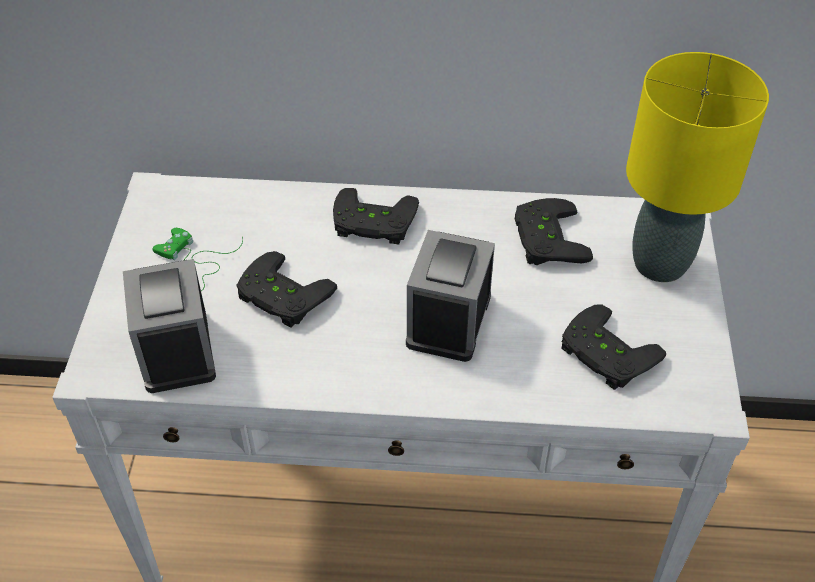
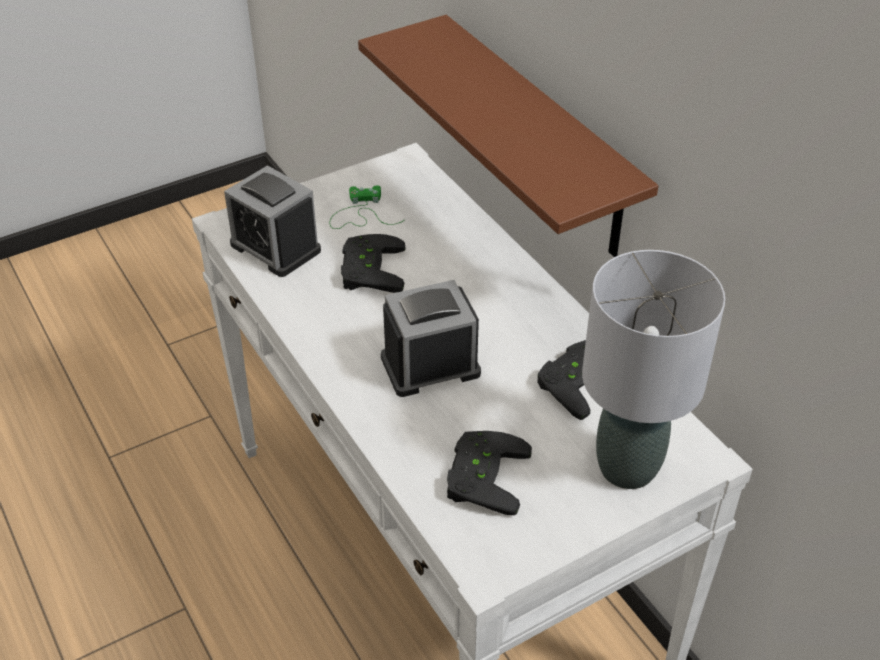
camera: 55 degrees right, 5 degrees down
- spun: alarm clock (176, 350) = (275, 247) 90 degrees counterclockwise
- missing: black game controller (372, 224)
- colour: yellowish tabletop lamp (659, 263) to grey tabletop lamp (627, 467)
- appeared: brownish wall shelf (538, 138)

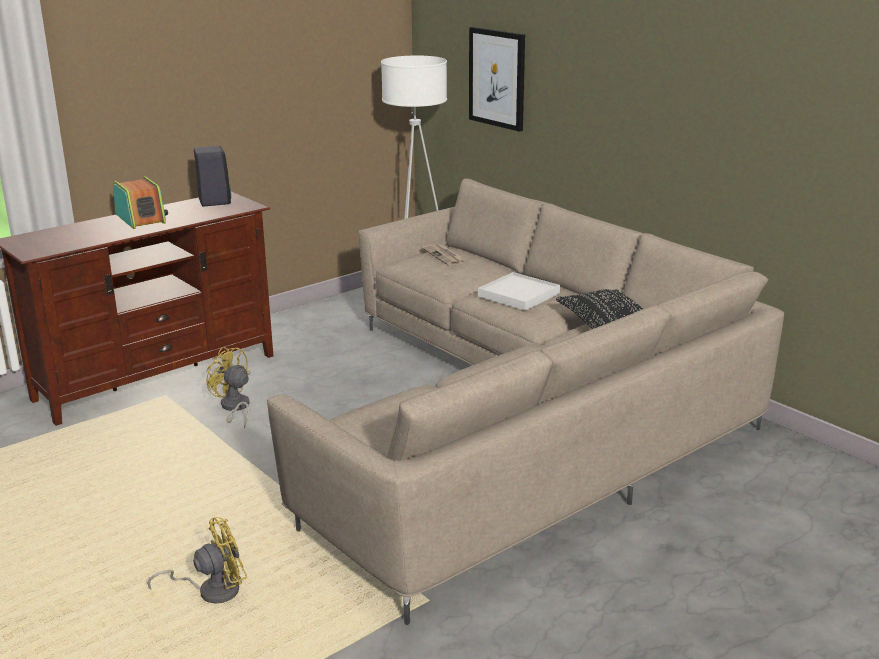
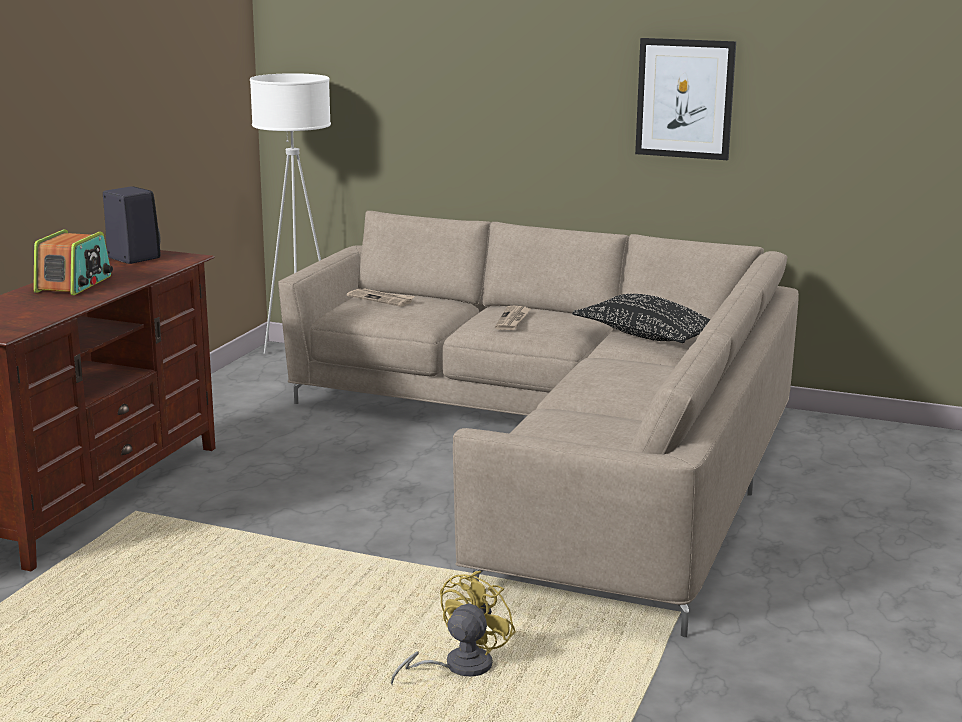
camera: 30 degrees left, 5 degrees down
- spun: radio set (141, 219) = (74, 284) 75 degrees clockwise
- missing: yellowish electric fan (234, 408)
- relocated: wall art (497, 78) to (685, 98)
- exchanged: whitish serving tray (518, 295) to daily paper (513, 320)

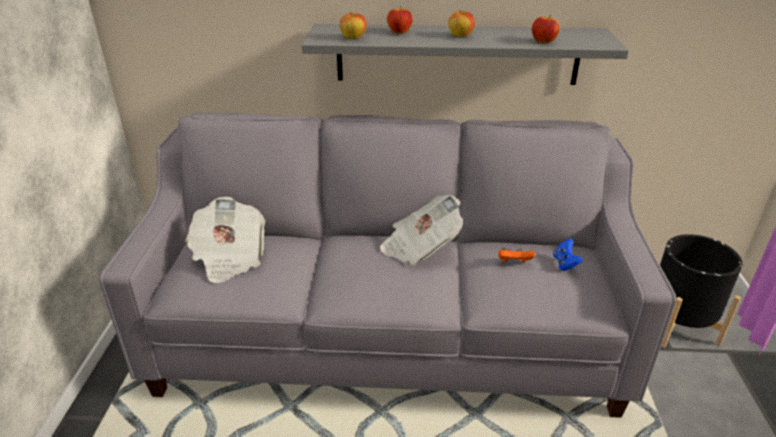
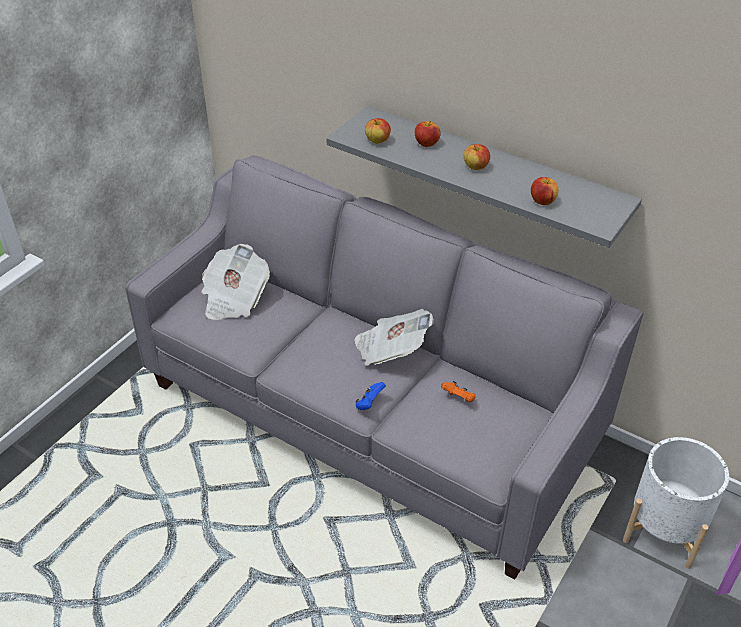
camera: 30 degrees right, 10 degrees up
- relocated: blue-coloured game controller (565, 263) to (369, 403)
- colour: black planter (677, 325) to whitish planter (664, 529)

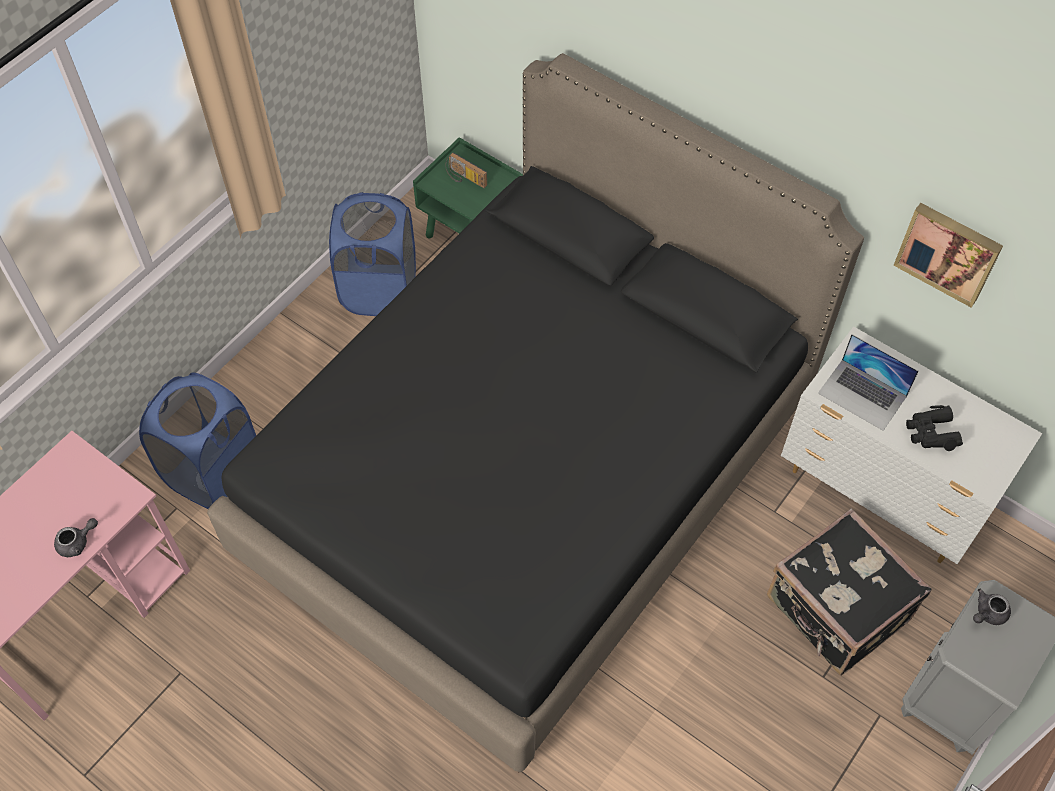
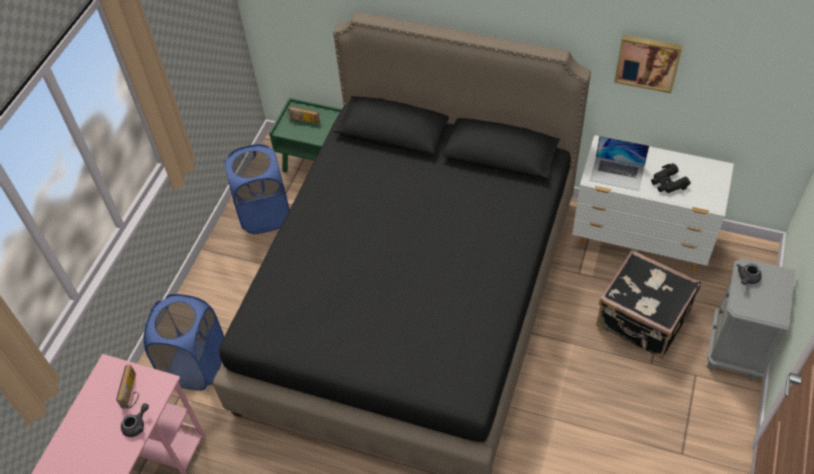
camera: 15 degrees left, 5 degrees down
- appeared: radio set (132, 392)

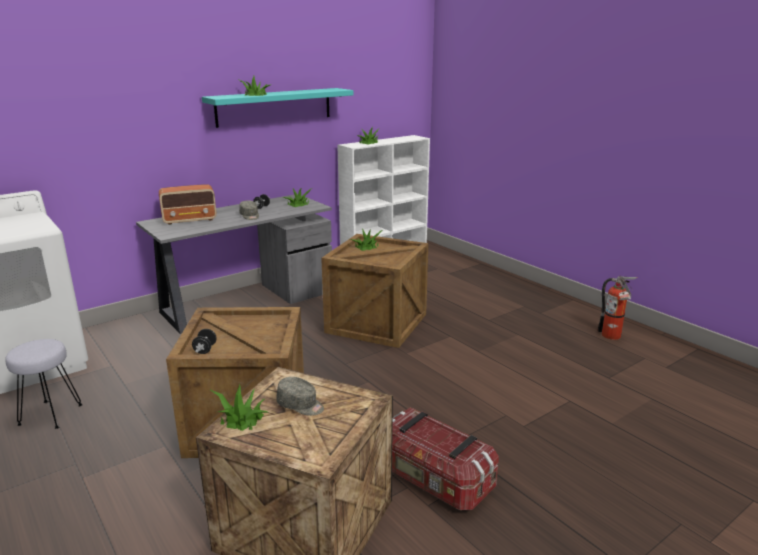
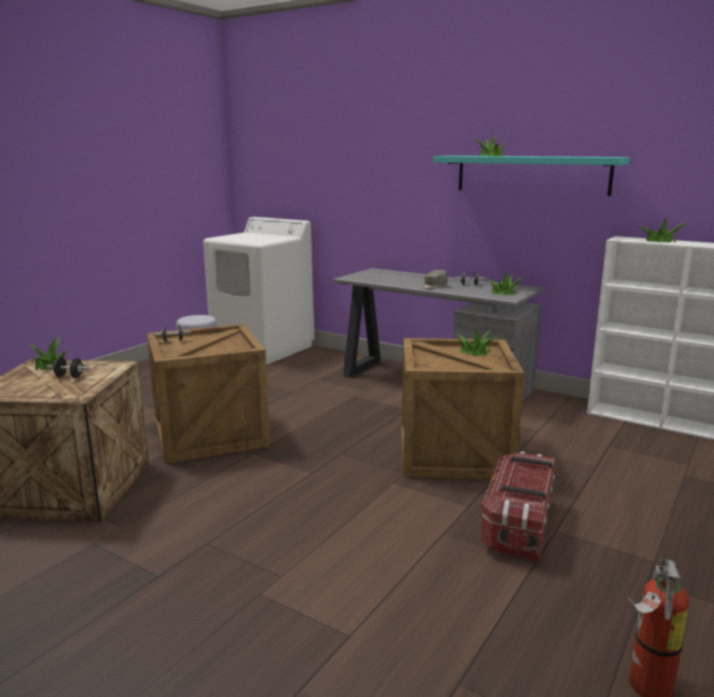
camera: 70 degrees right, 5 degrees down
- missing: radio set (190, 220)
- exchanged: grey cap (300, 405) to black dumbbell (69, 377)
- relocated: storage bin (433, 479) to (518, 527)

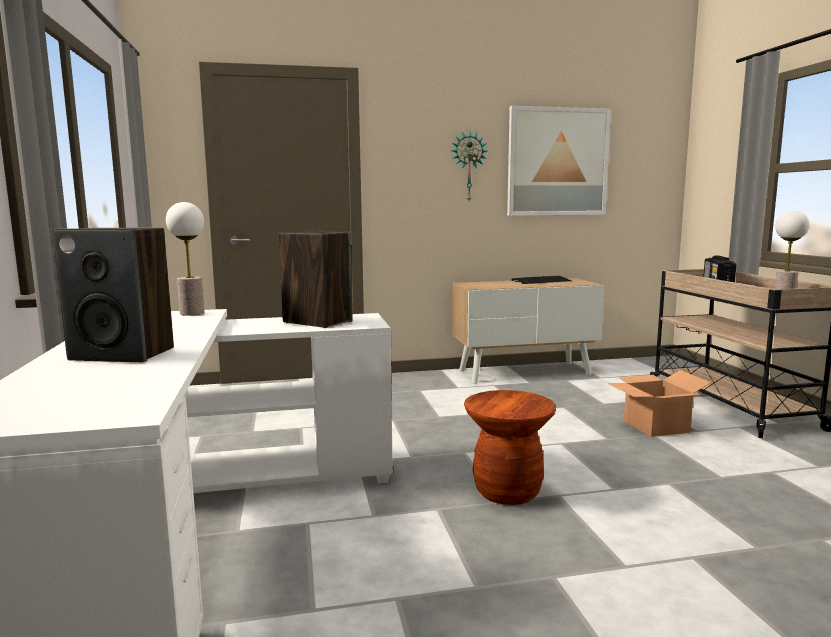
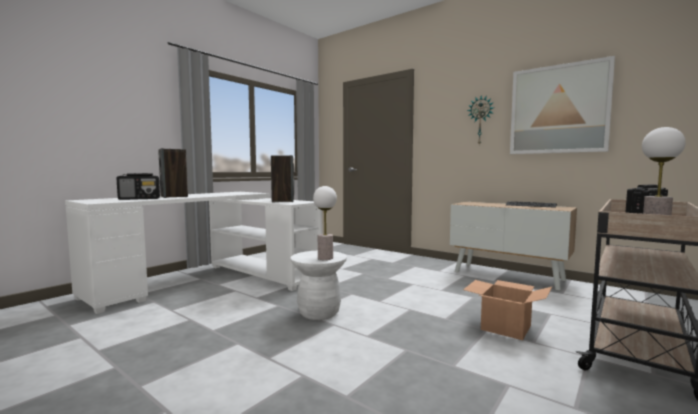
camera: 50 degrees right, 5 degrees down
- relocated: tabletop lamp (192, 313) to (325, 258)
- colour: brownish stool seat (507, 491) to whitish stool seat (319, 313)
- appeared: radio set (140, 199)

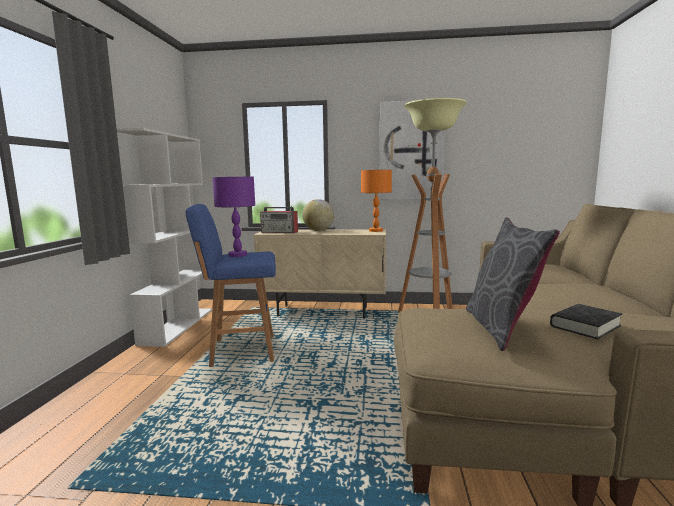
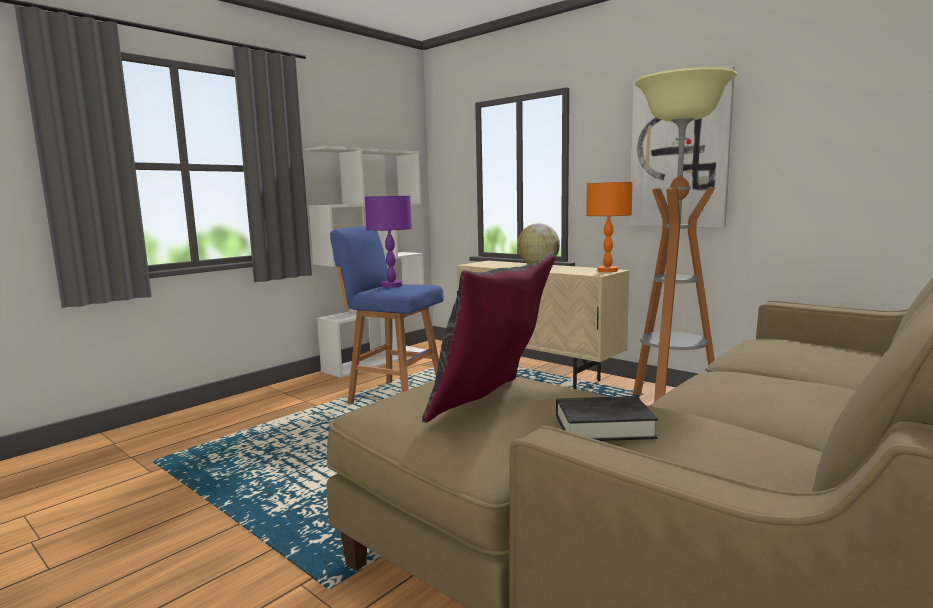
camera: 35 degrees right, 0 degrees up
- missing: radio set (280, 232)

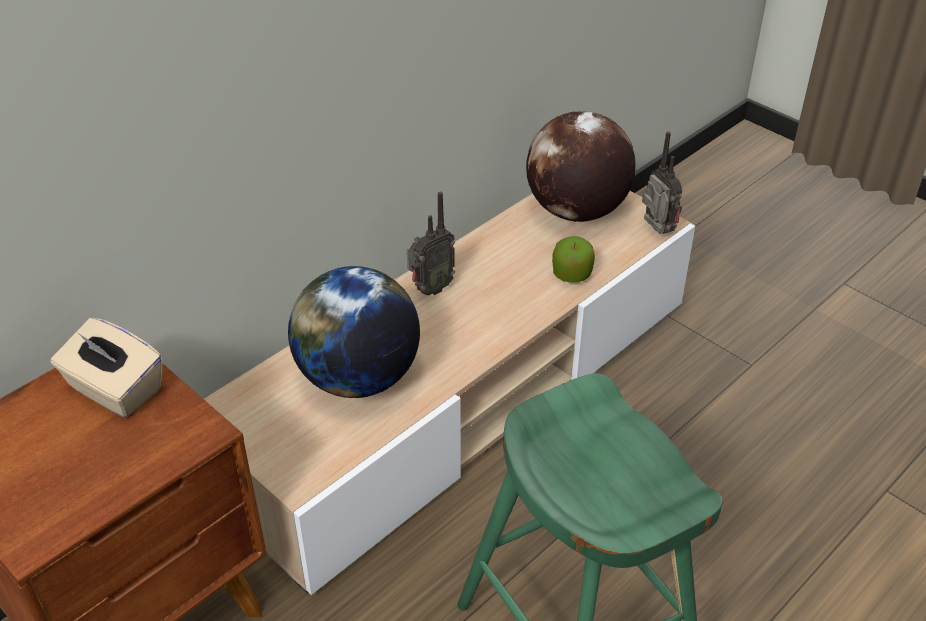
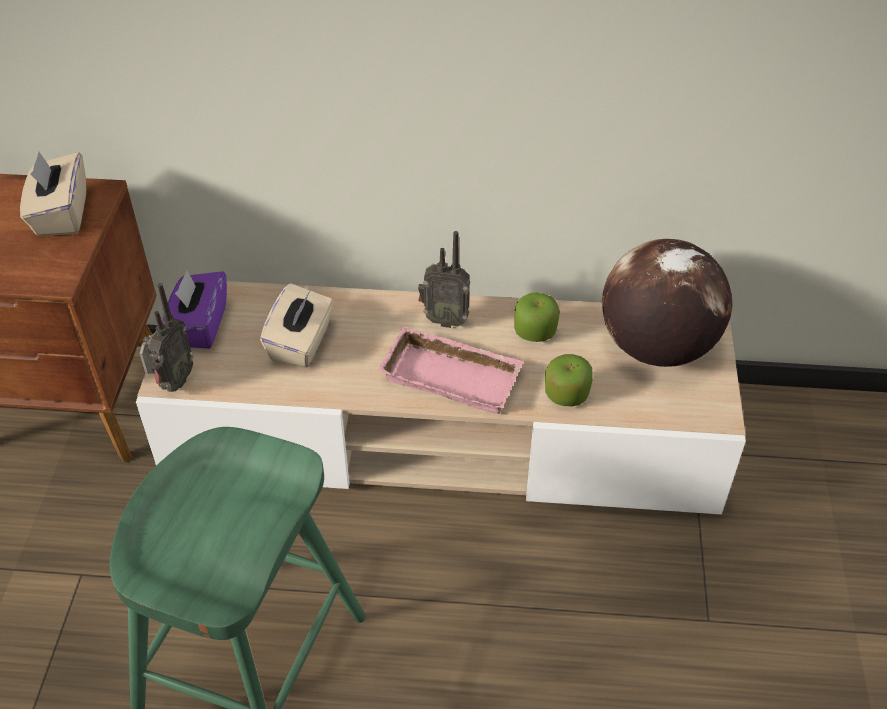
camera: 50 degrees right, 5 degrees up
- exchanged: world globe (358, 378) to beige-coloured tissue holder (301, 343)
- relocated: radio set (656, 232) to (172, 383)
- appeared: purple-coloured tissue holder (199, 326)
- appeared: pink serving tray (454, 375)
- appeared: apple fruit (535, 331)

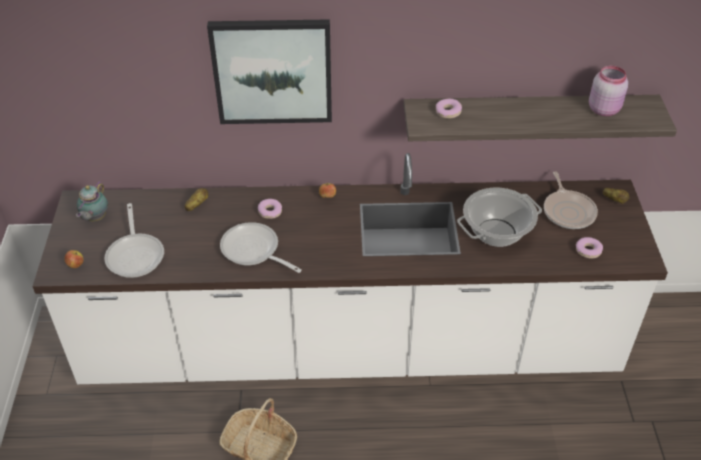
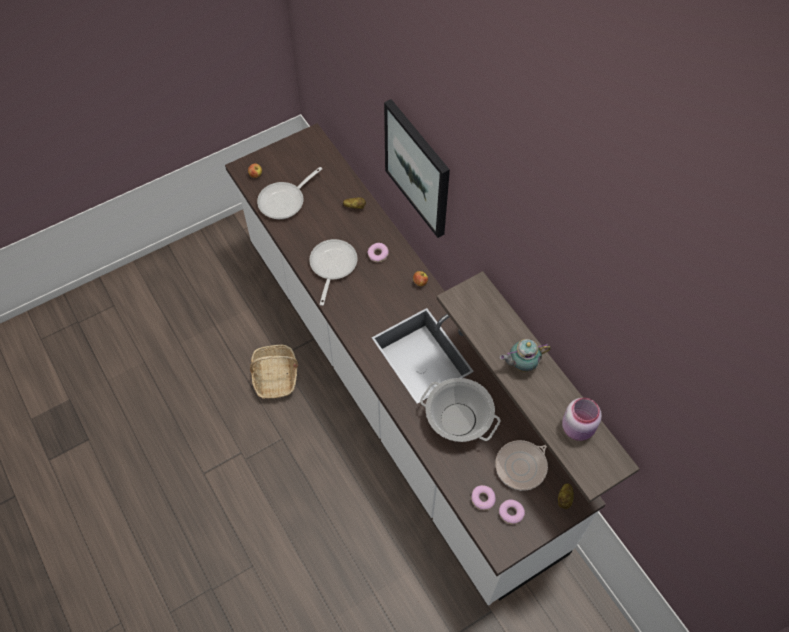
camera: 60 degrees right, 15 degrees up
- relocated: tea pot (95, 218) to (521, 364)
- relocated: ring doughnut (448, 112) to (511, 513)

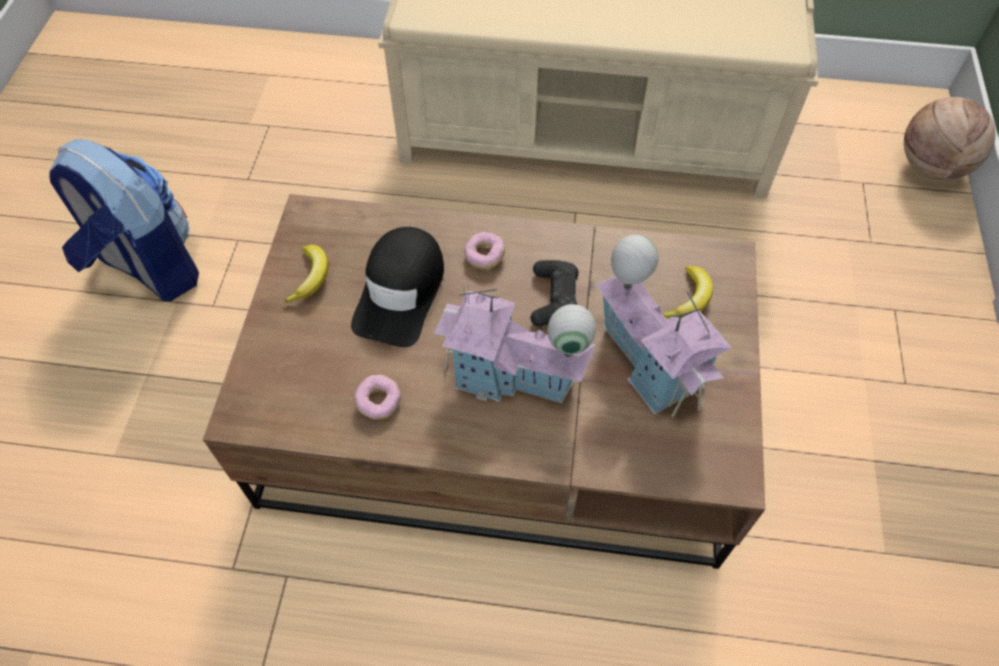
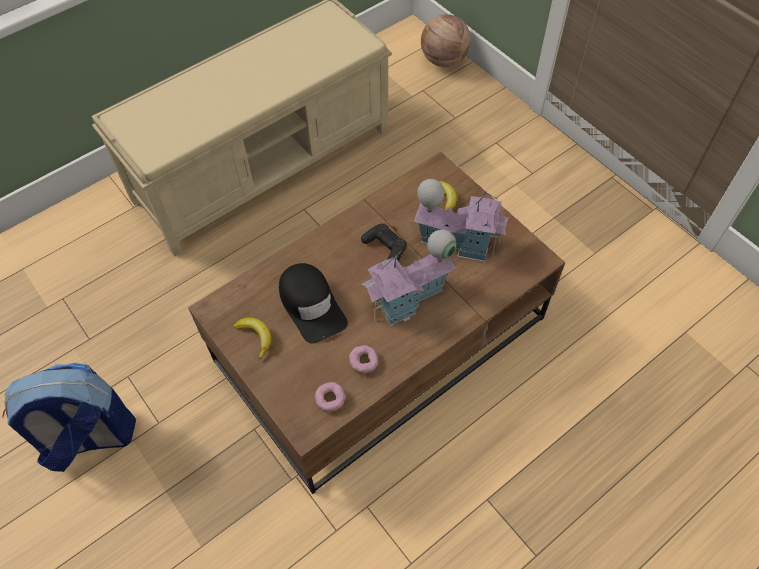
camera: 45 degrees left, 0 degrees up
- relocated: ring doughnut (484, 256) to (330, 400)

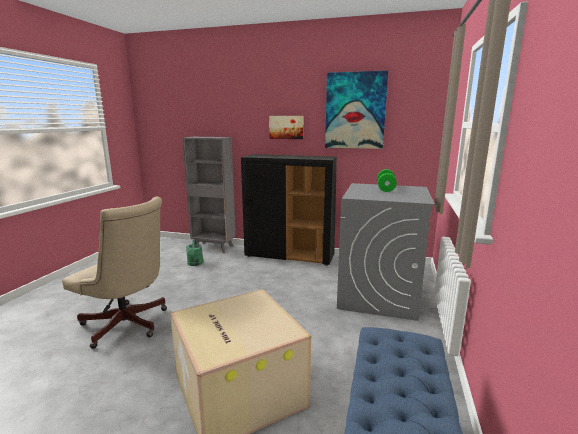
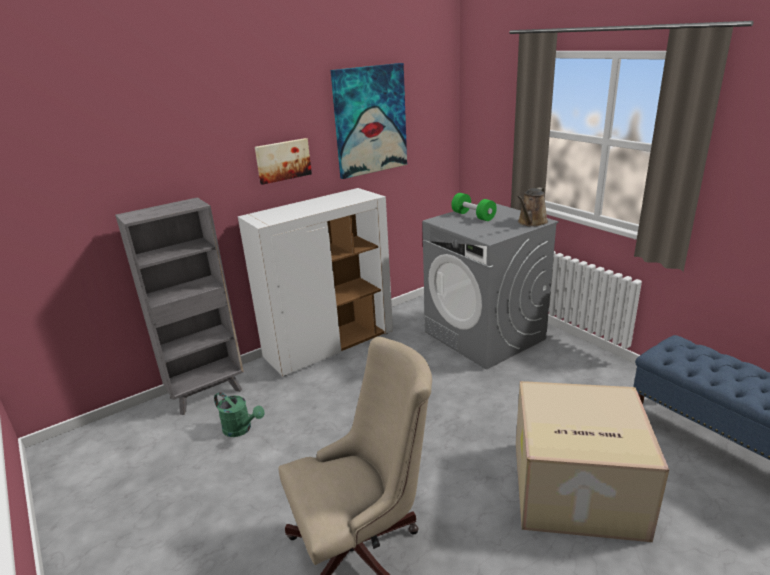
camera: 50 degrees left, 10 degrees up
- colour: black cabinet (290, 256) to whitish cabinet (330, 345)
- appeared: brownish sprinkling can (531, 222)

